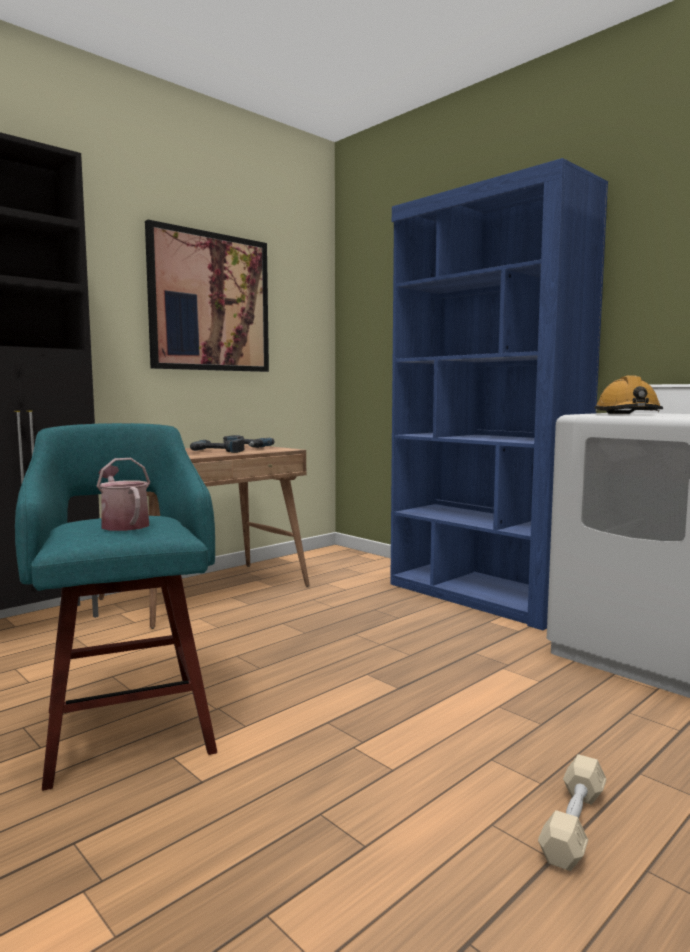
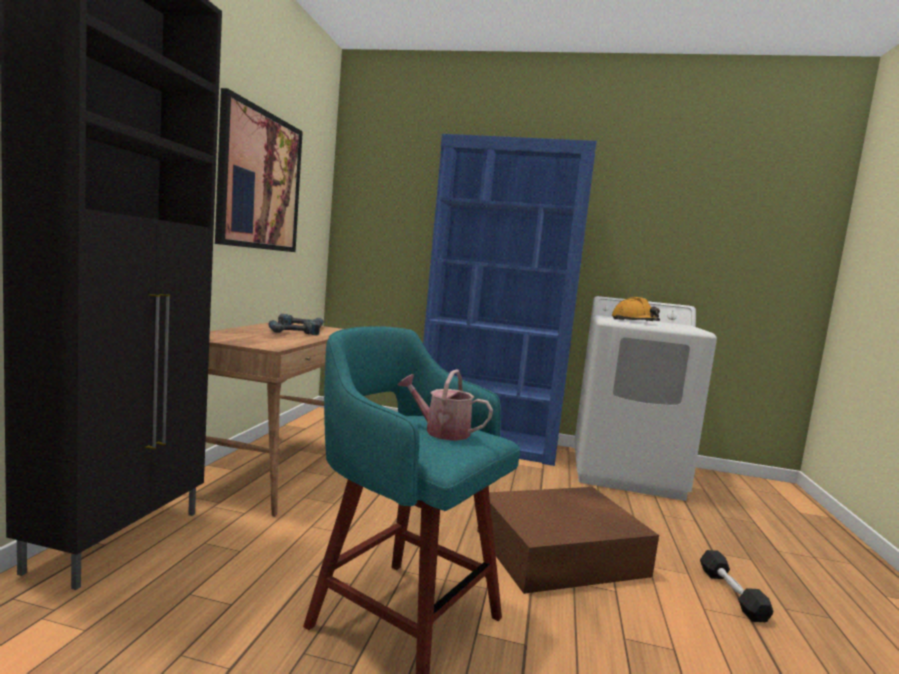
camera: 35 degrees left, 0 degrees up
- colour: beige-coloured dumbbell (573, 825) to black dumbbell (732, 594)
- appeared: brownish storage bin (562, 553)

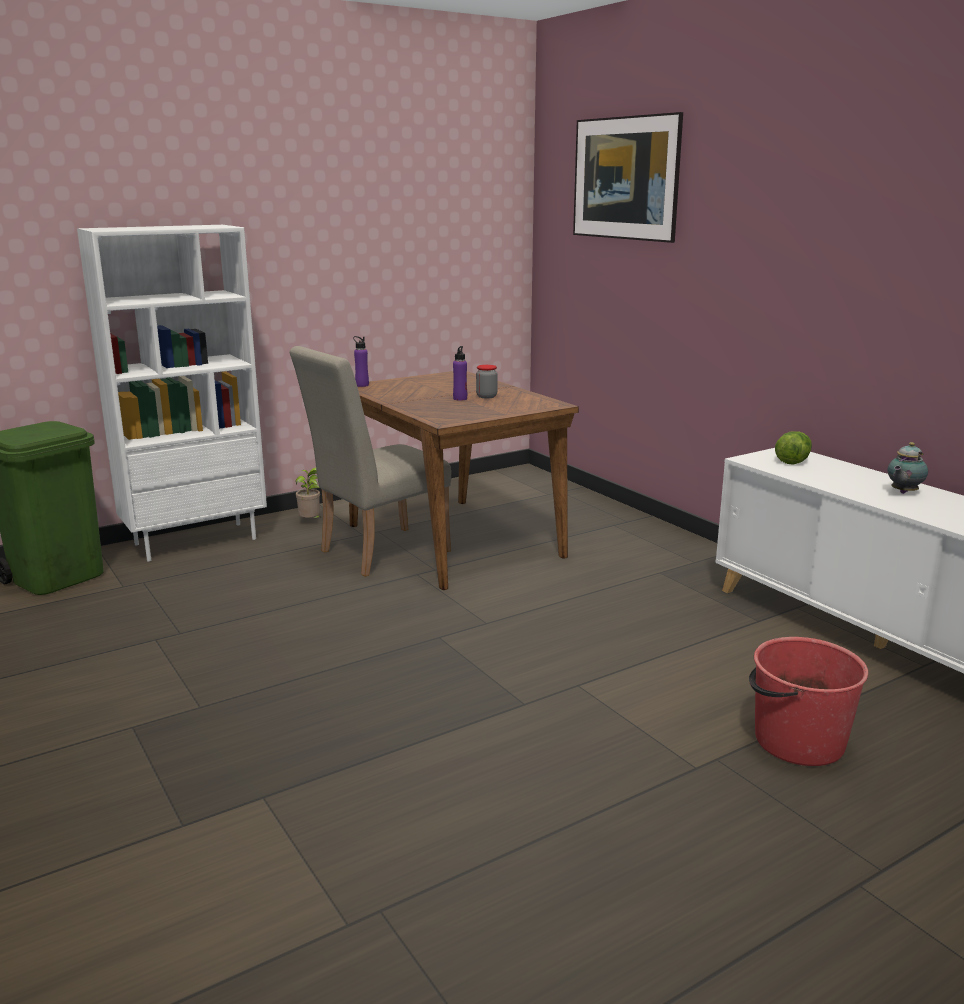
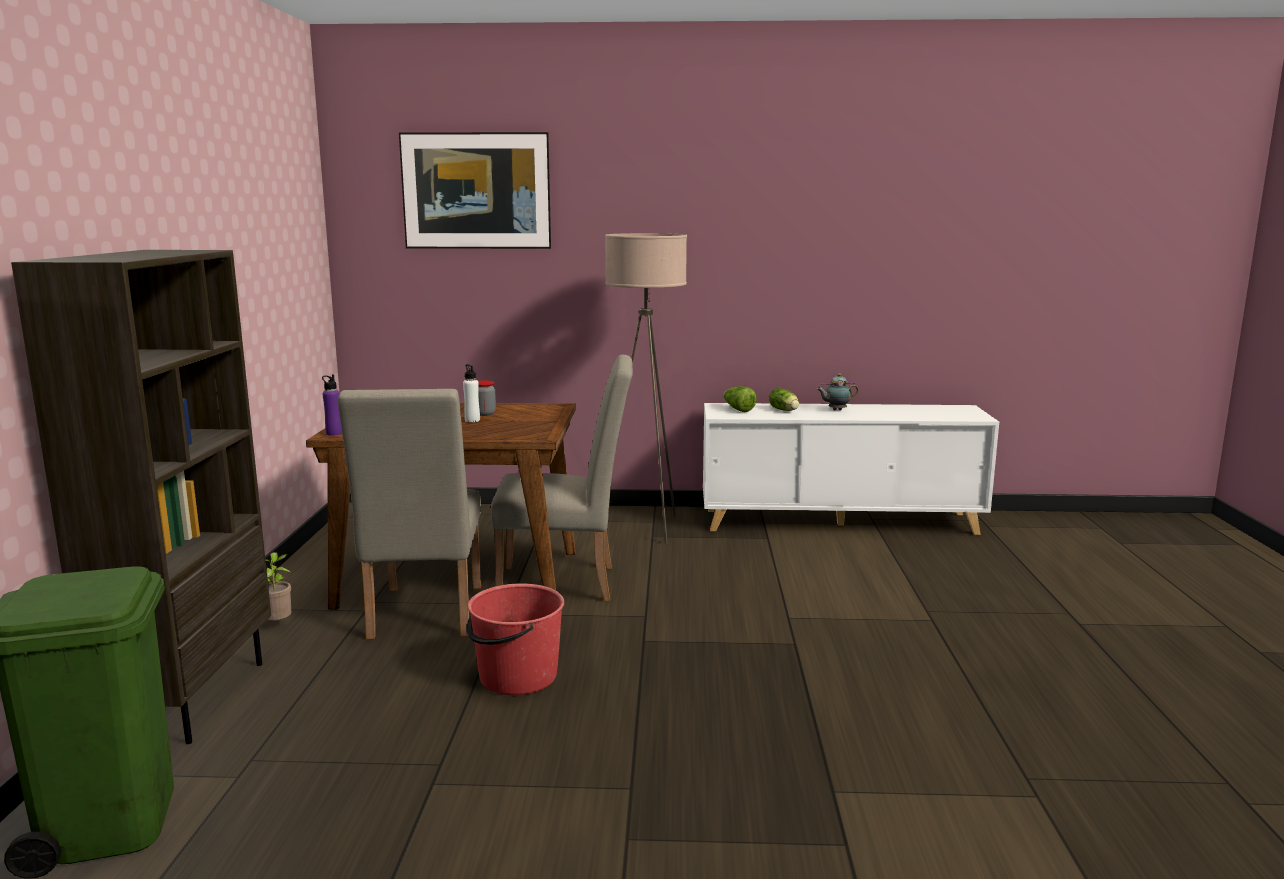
camera: 55 degrees left, 5 degrees down
- colour: whitish bookshelf (196, 541) to brownish bookshelf (191, 699)
- colour: purple-coloured drink bottle (460, 398) to whitish drink bottle (472, 420)
- relocated: red bucket (797, 741) to (517, 677)
- spun: tea pot (902, 493) = (835, 410) 90 degrees clockwise
- appeared: beige-coloured upright chair (567, 584)
- appeared: beige-coloured standing lamp (646, 528)
- appeared: lettuce head (785, 410)

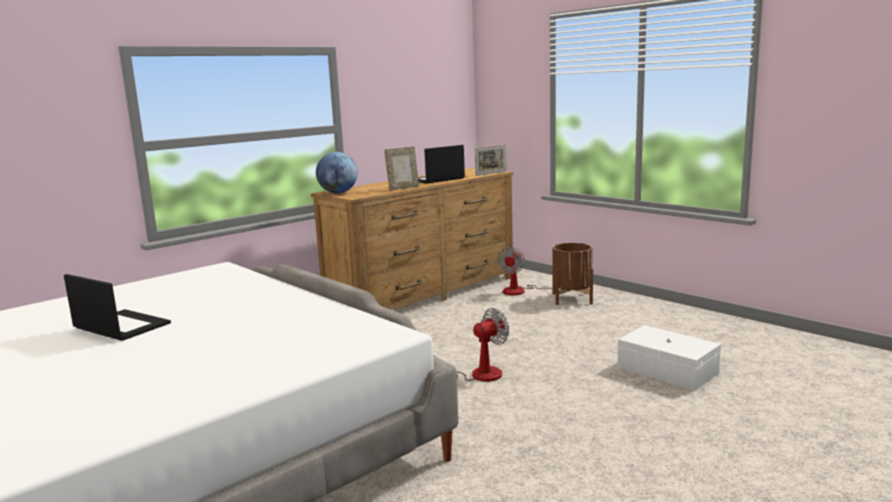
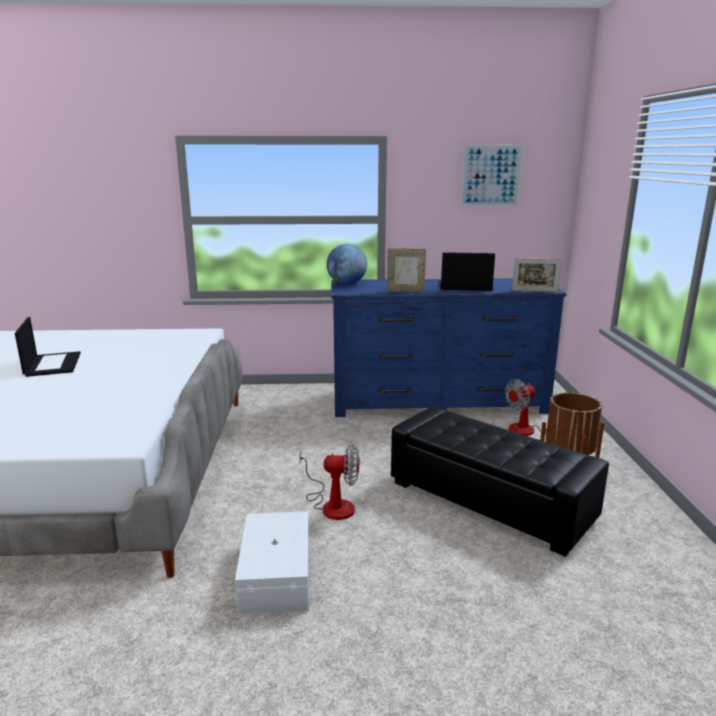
camera: 40 degrees right, 5 degrees up
- colour: brownish drawer chest (424, 293) to blue-coloured drawer chest (437, 401)
- relocated: whitish storage bin (667, 369) to (278, 574)
- appeared: black ottoman (489, 501)
- appeared: wall art (491, 176)

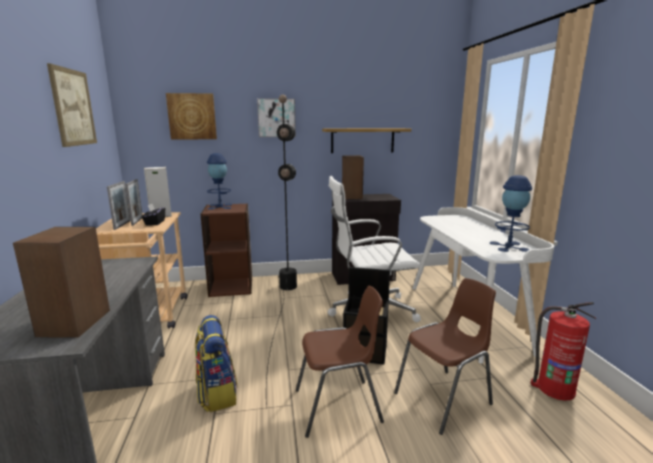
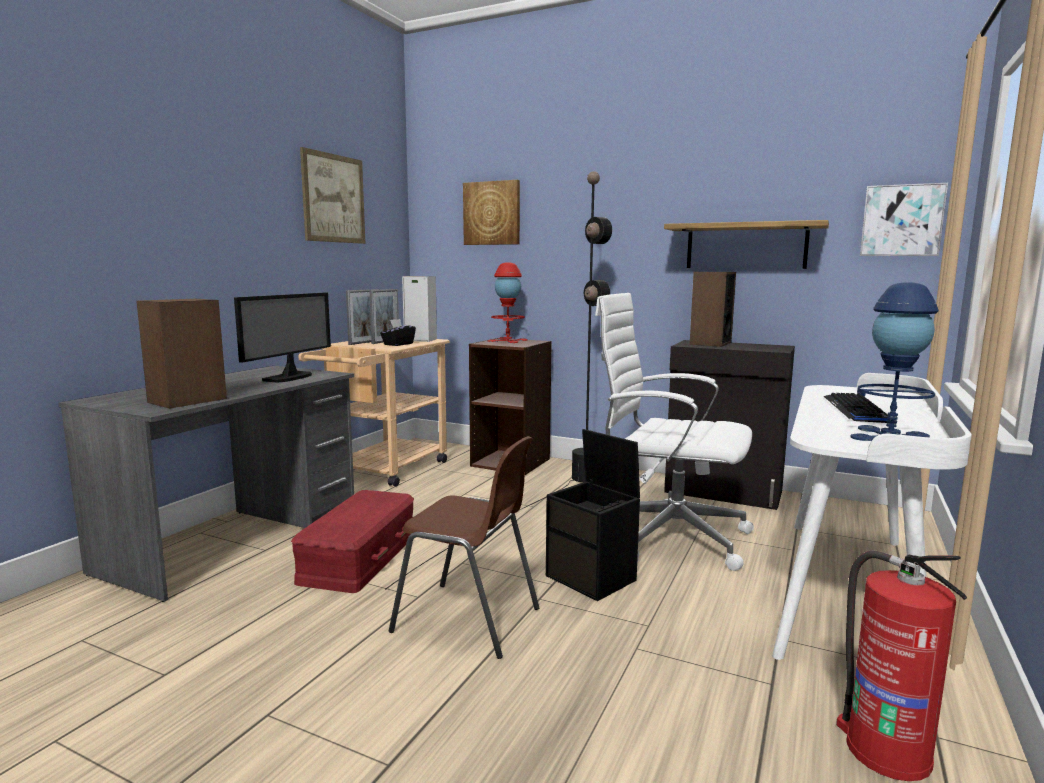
camera: 35 degrees right, 5 degrees down
- exchanged: knapsack (217, 393) to red storage bin (358, 557)
- colour: blue-coloured tabletop lamp (220, 206) to red tabletop lamp (507, 340)
- relocated: wall art (276, 118) to (901, 220)
- missing: brownish upright chair (444, 399)
- appeared: computer display (290, 378)
- appeared: PC keyboard (856, 409)

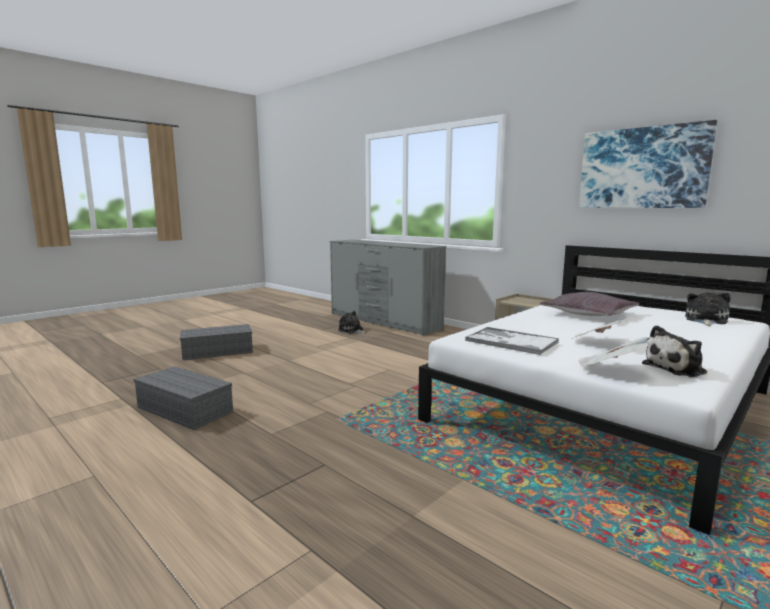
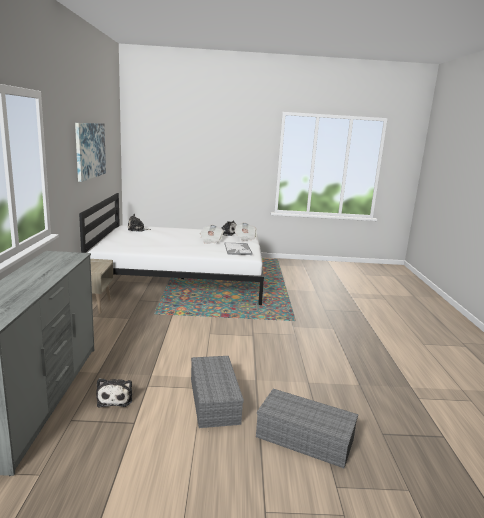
camera: 135 degrees left, 5 degrees up
- relocated: grey storage bin (186, 409) to (213, 399)
- missing: grey cushion (588, 314)

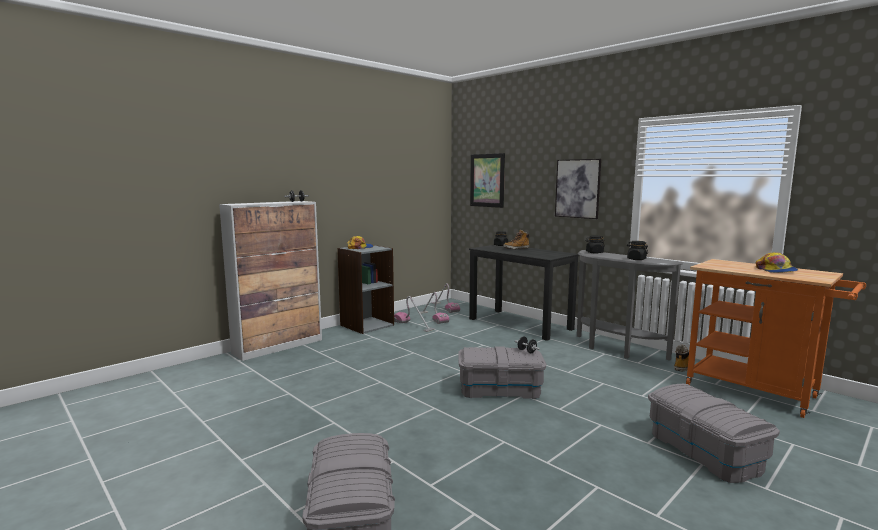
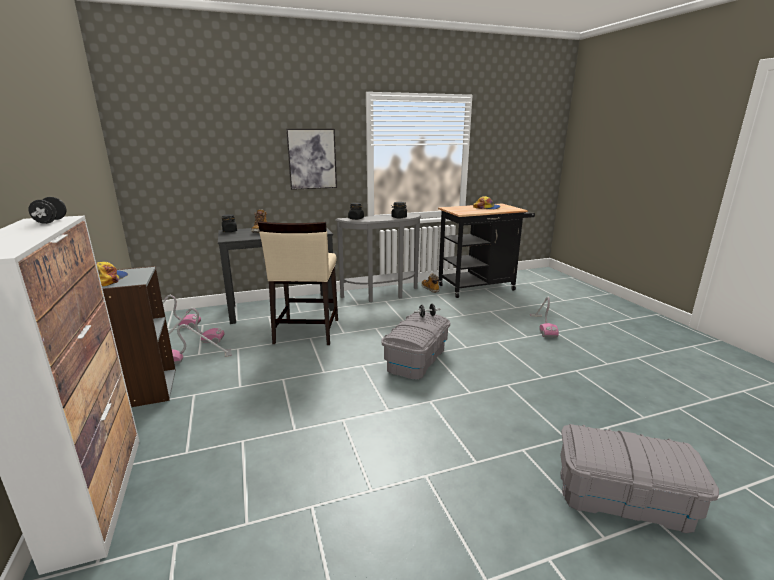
camera: 65 degrees left, 10 degrees up
- missing: wall art (487, 180)
- exchanged: grey storage bin (705, 451) to vacuum (542, 326)
- colour: orange-coloured cart (759, 393) to black cart (480, 287)
- appeared: beige-coloured upright chair (306, 331)

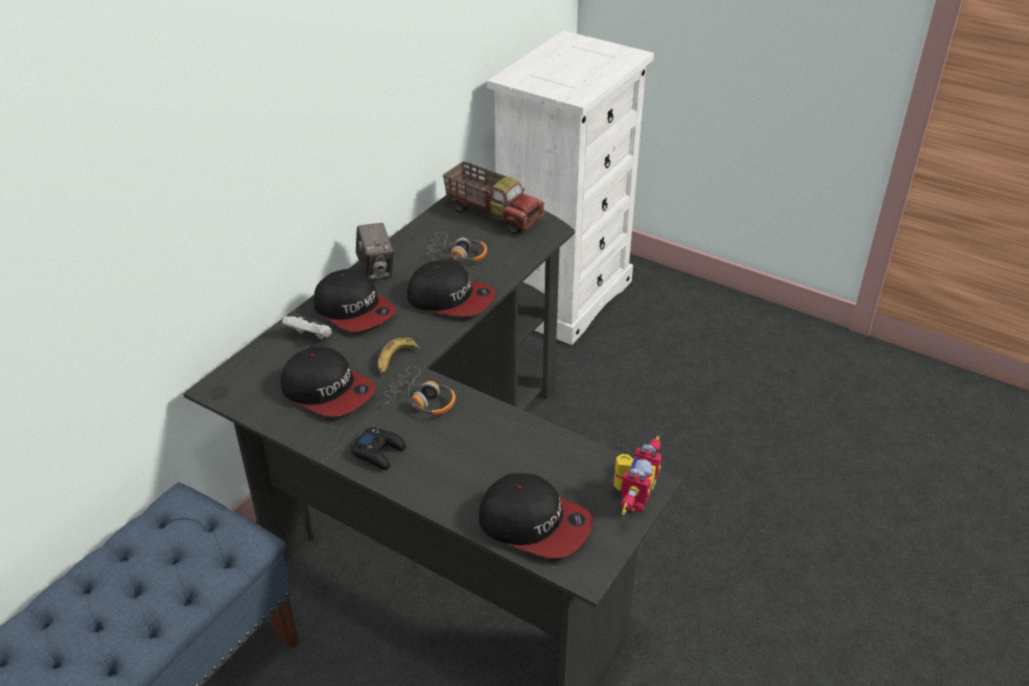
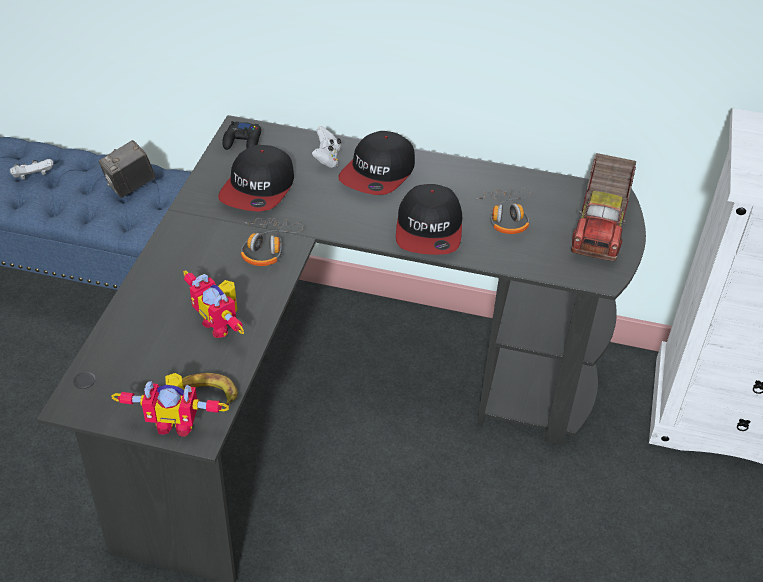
camera: 70 degrees right, 5 degrees up
- relocated: black game controller (379, 452) to (243, 141)
- relocated: still camera (376, 270) to (130, 186)
- relocated: whole banana (396, 360) to (206, 393)
- missing: cap (534, 524)
- appeared: whitish game controller (34, 177)
- appeared: robot figure (220, 324)

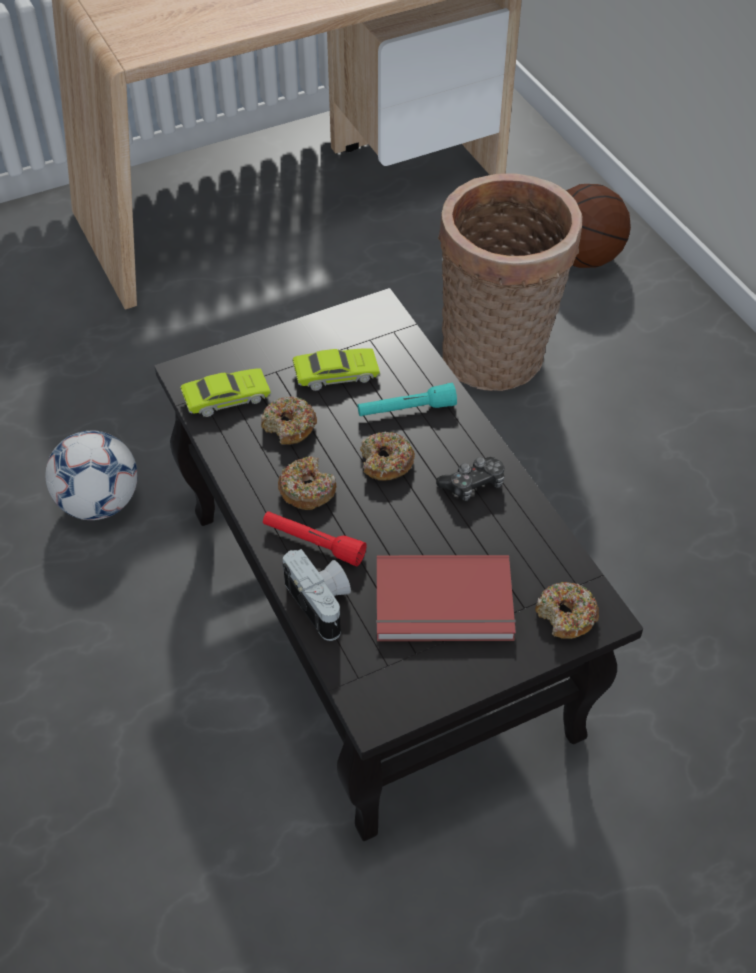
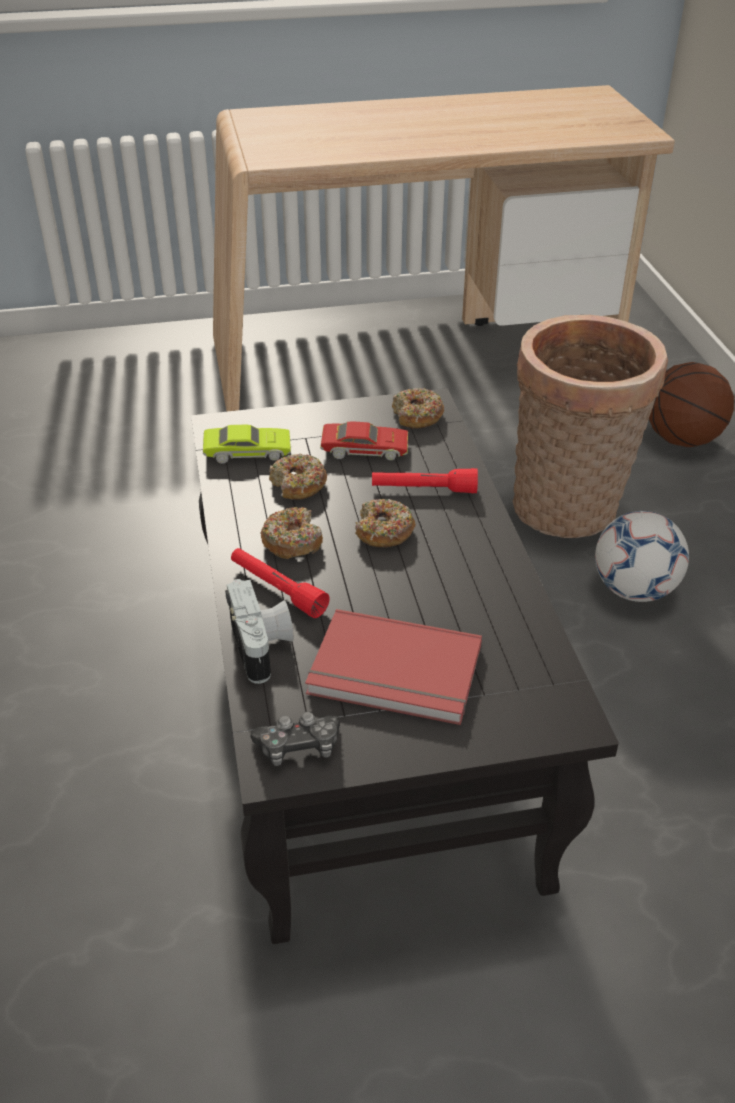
camera: 15 degrees right, 10 degrees down
- relocated: ball for football (99, 503) to (634, 590)
- colour: greenish miniature car (336, 374) to red miniature car (364, 448)
- colour: turquoise torch (406, 410) to red torch (423, 489)
- relocated: game controller (473, 484) to (298, 747)
- relocated: ring doughnut (566, 616) to (417, 416)

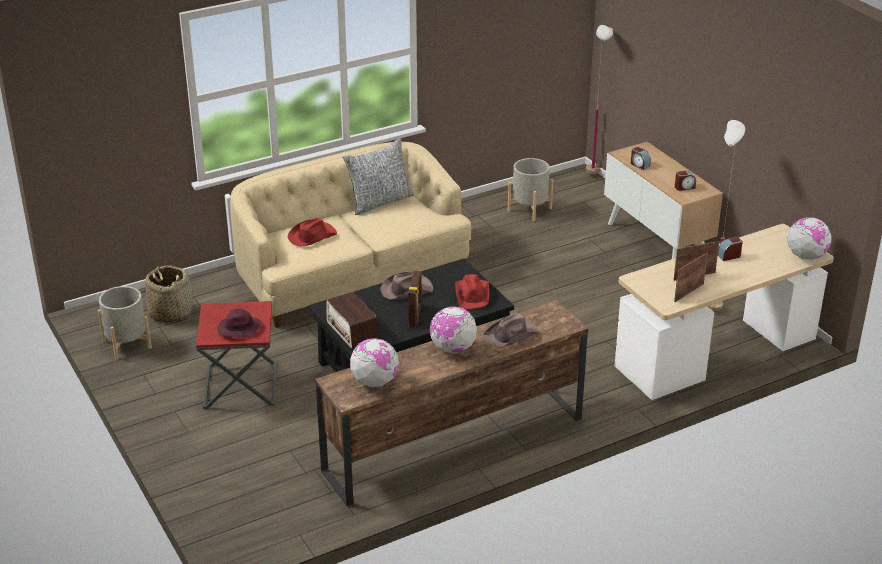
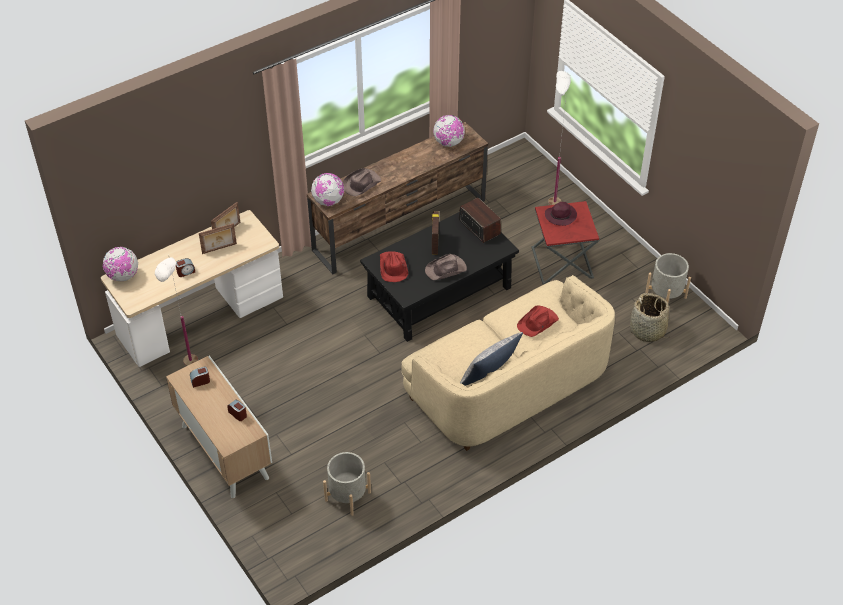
camera: 175 degrees right, 15 degrees up
- relocated: world globe (452, 349) to (328, 201)
- relocated: whitish standing lamp (593, 180) to (552, 198)

